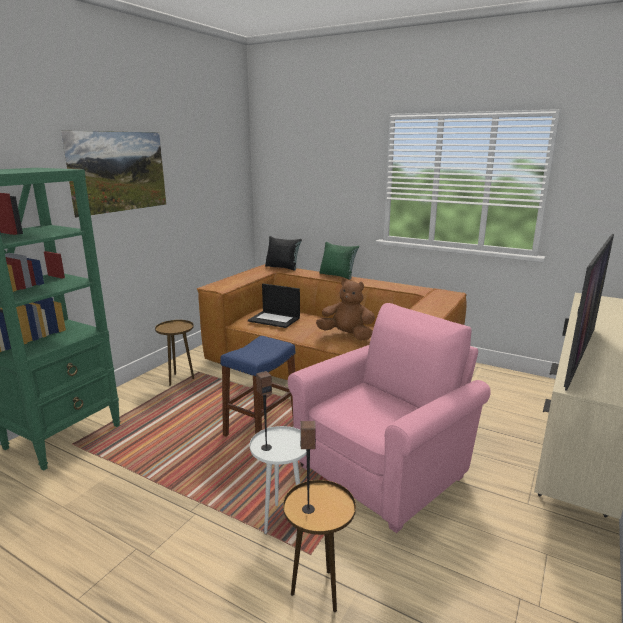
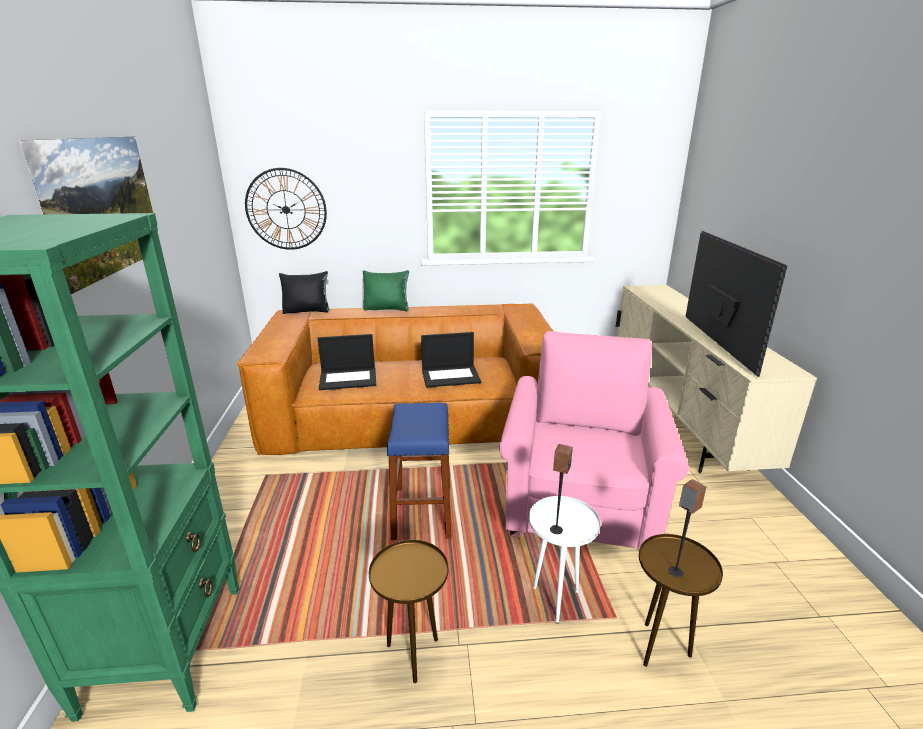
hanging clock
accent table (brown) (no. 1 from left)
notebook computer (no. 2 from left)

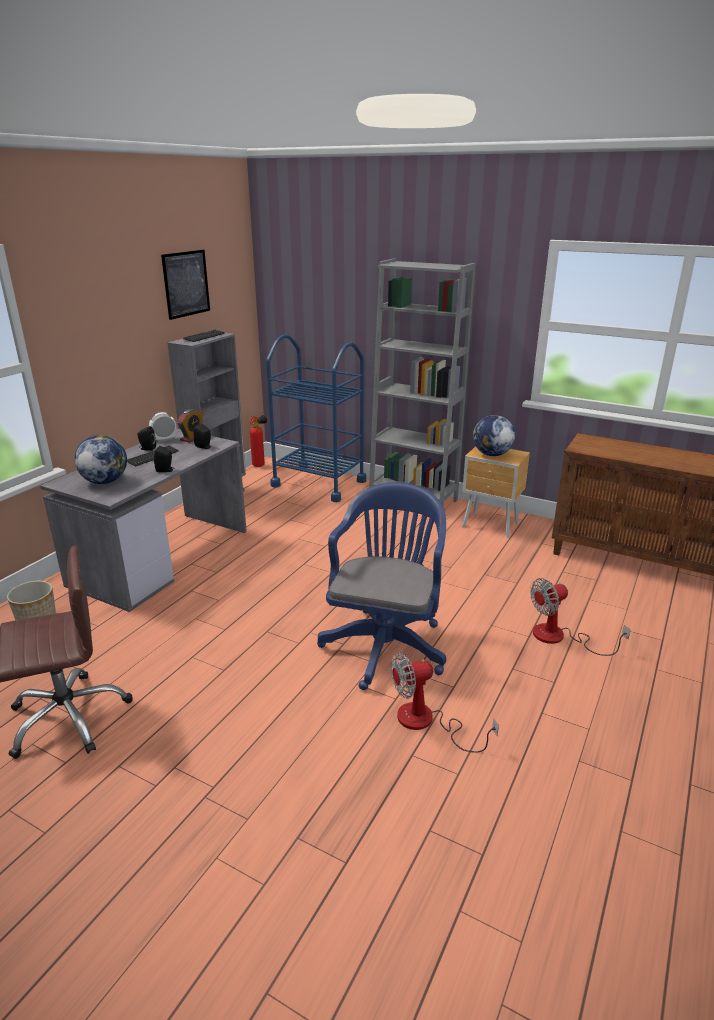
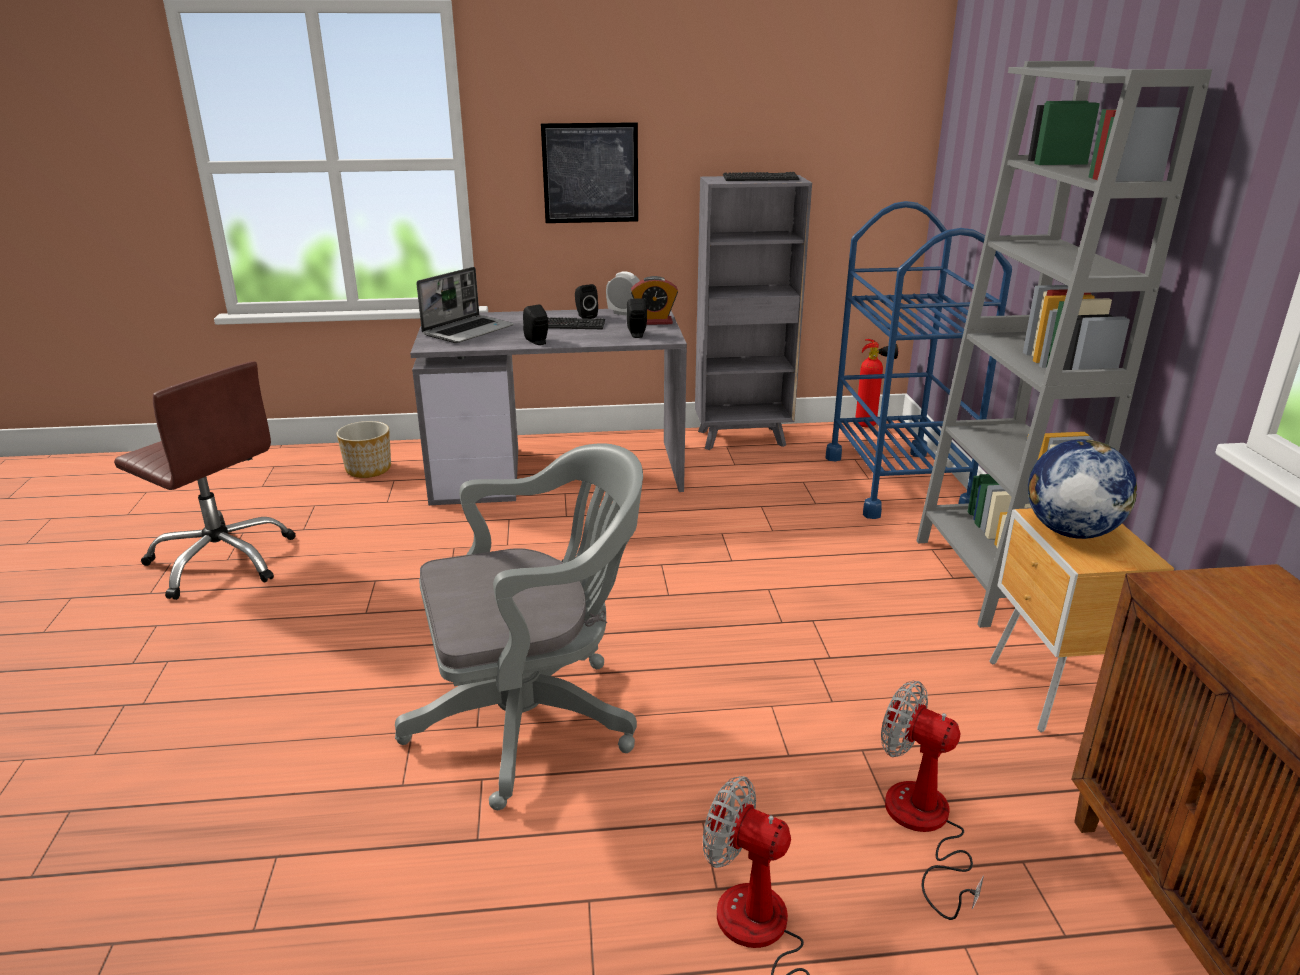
computer chair (gray)
notebook computer
wall art
electric fan (no. 2 from left)

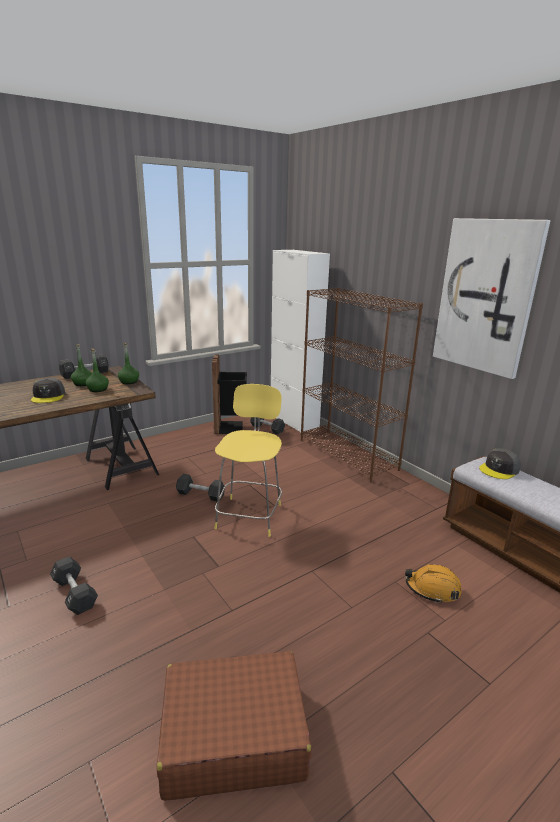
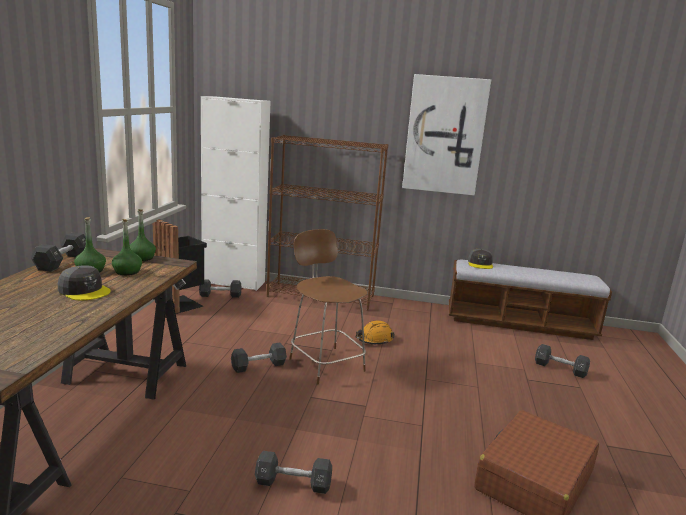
sitting stool (brown)
work helmet (orange)
hand weight (black) (no. 5 from left)

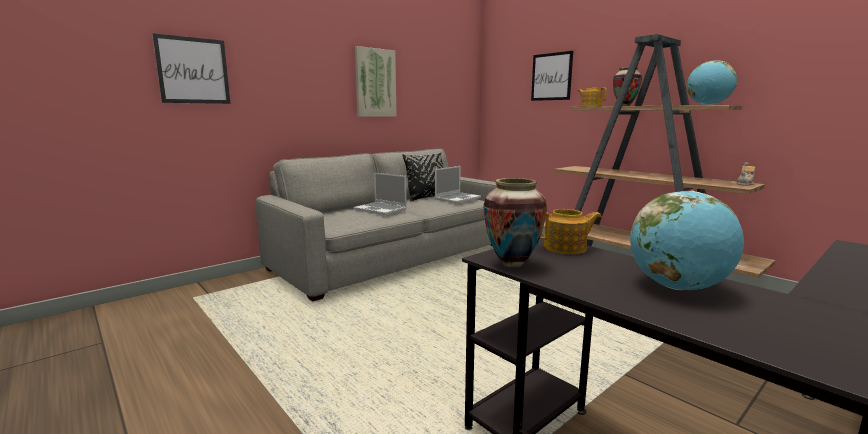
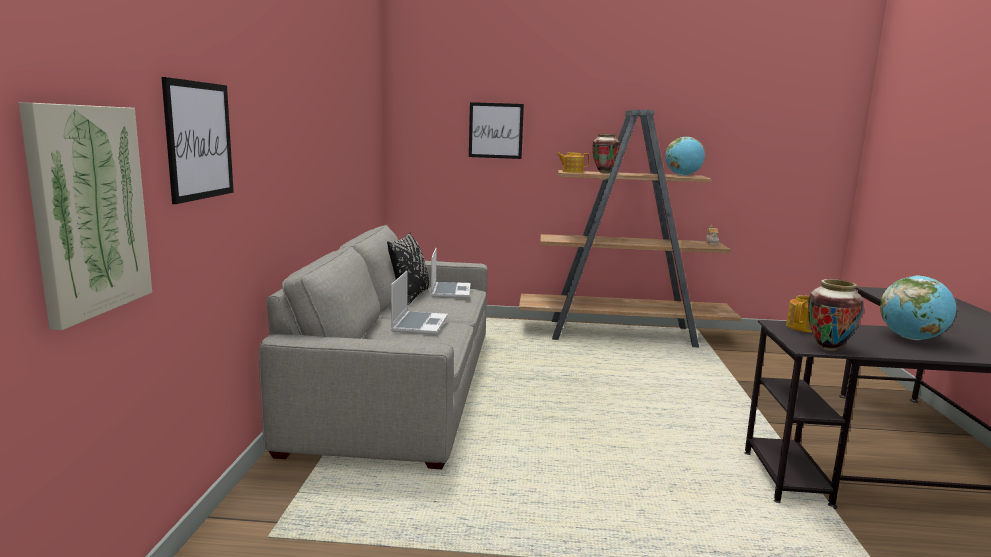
wall art (no. 1 from left)
notebook computer (no. 1 from left)

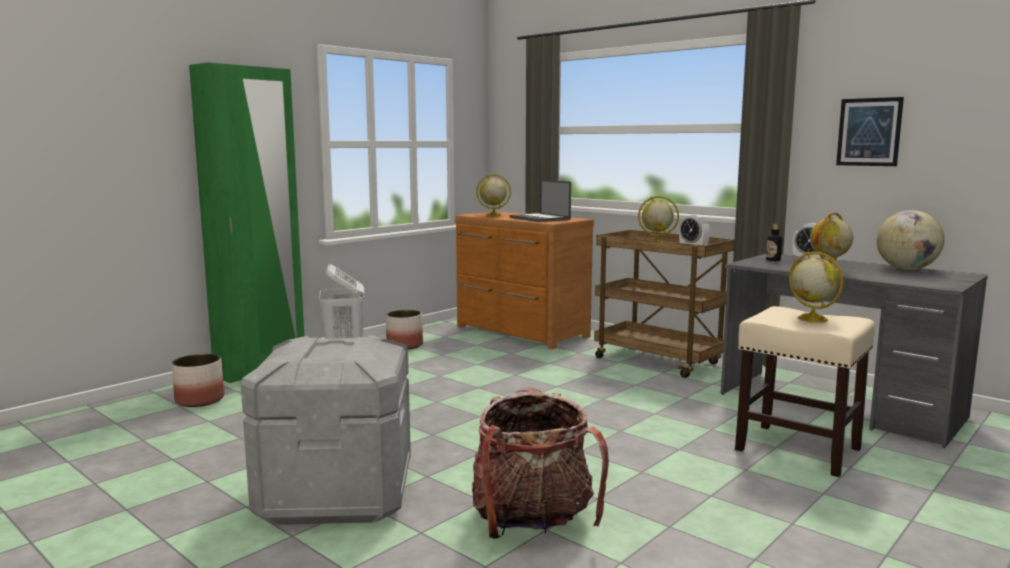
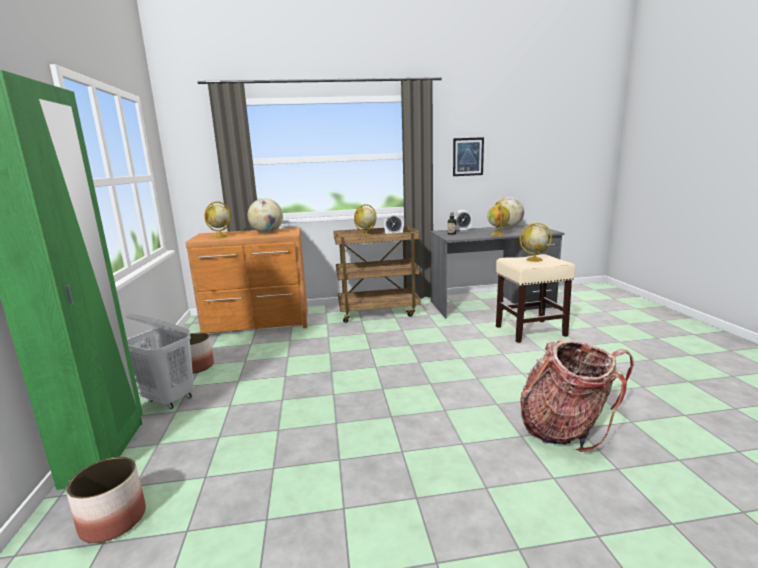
globe (no. 2 from left)
storage box (gray)

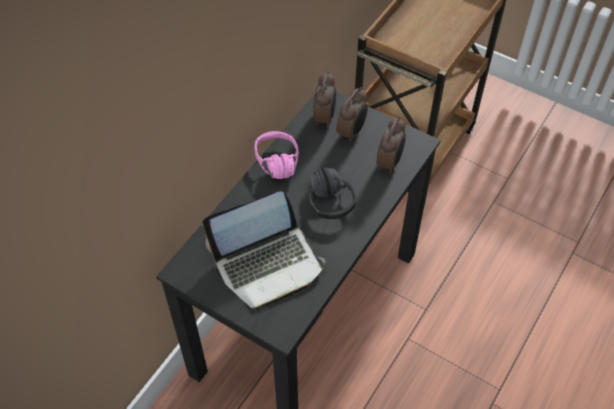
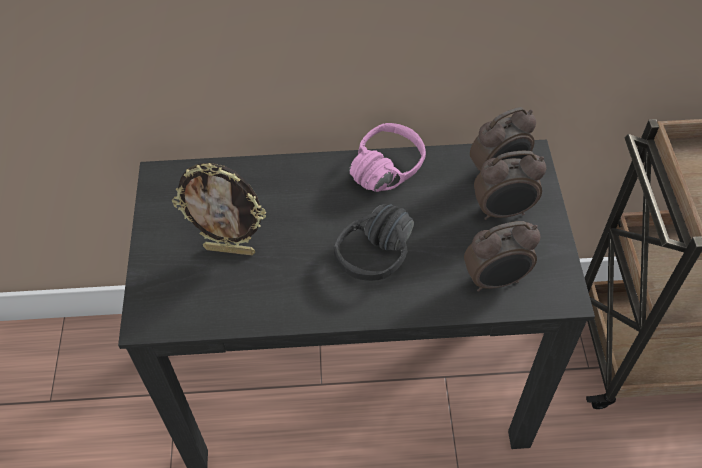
picture frame

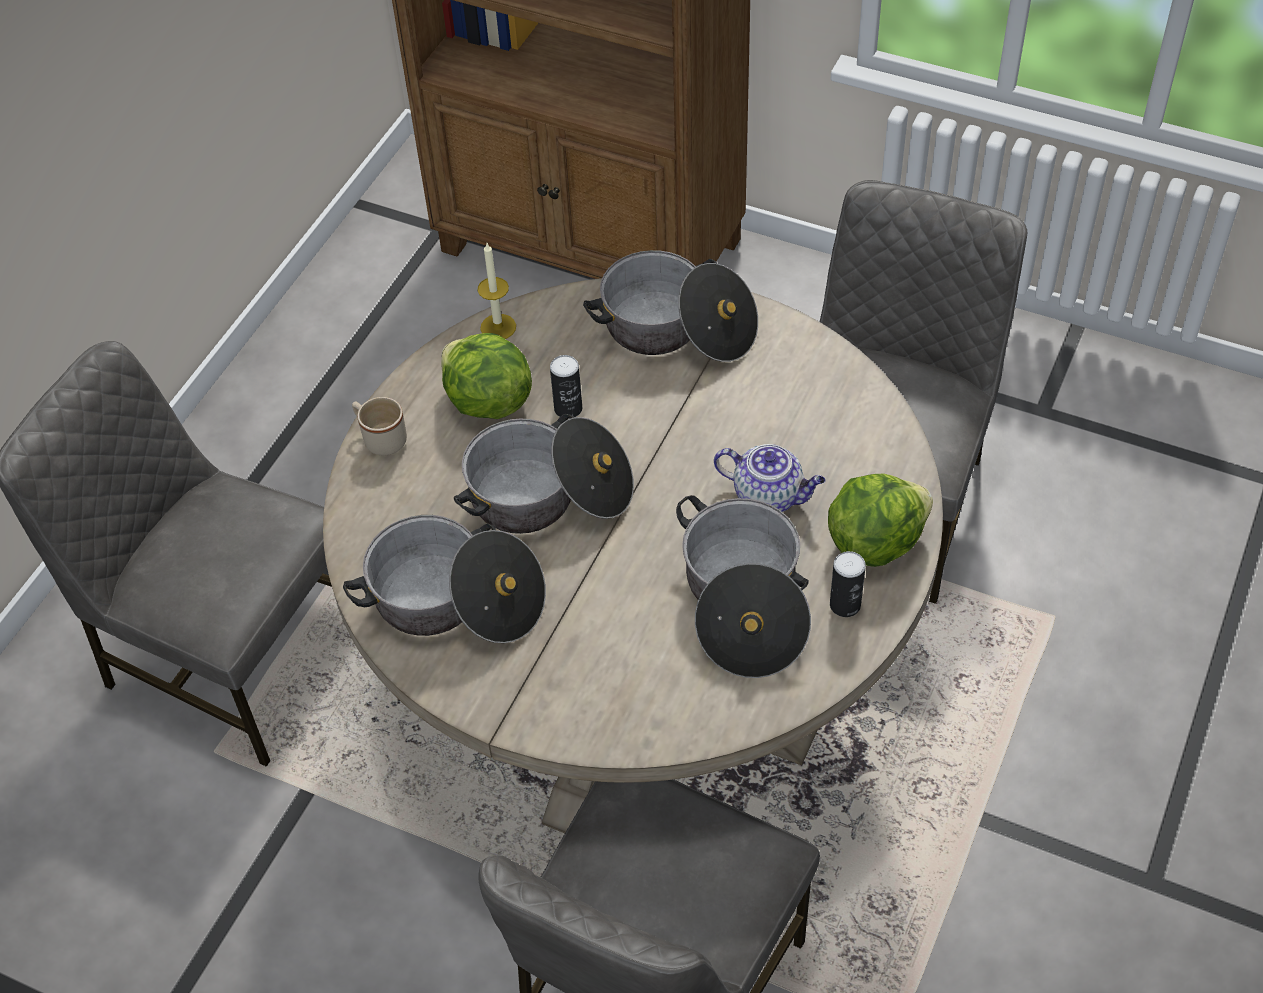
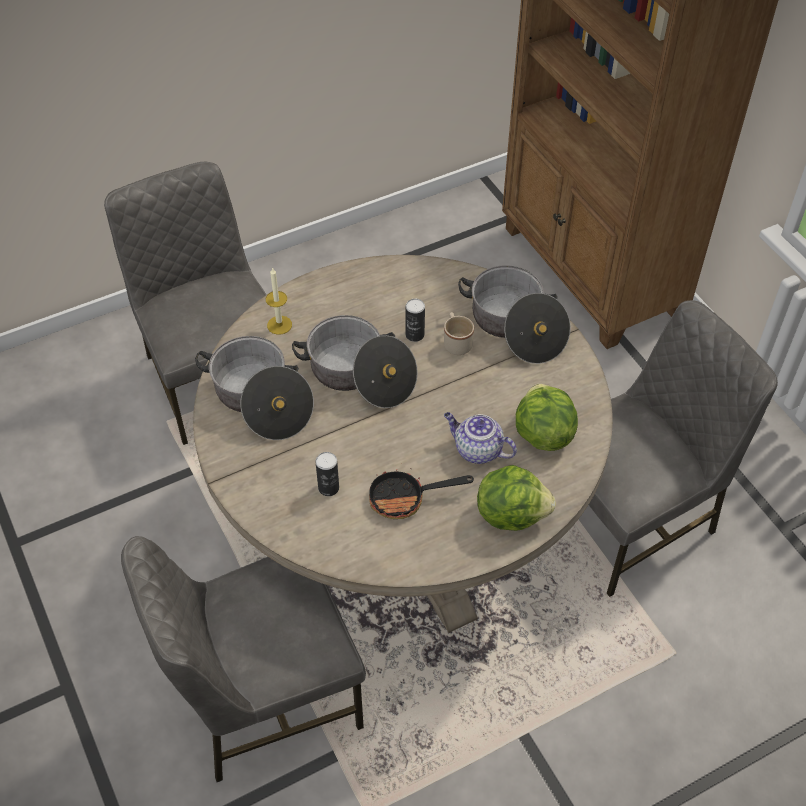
candle
metal can (no. 1 from left)
frying pan
tea mug (sand-coloured)
pot for tea
head of lettuce (no. 2 from left)

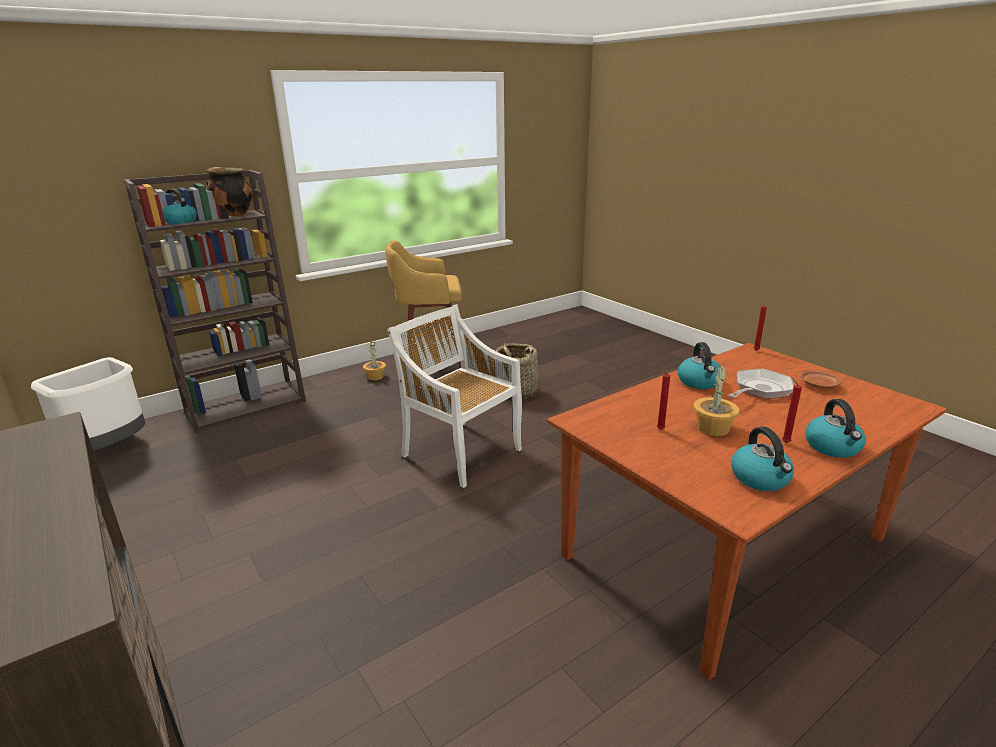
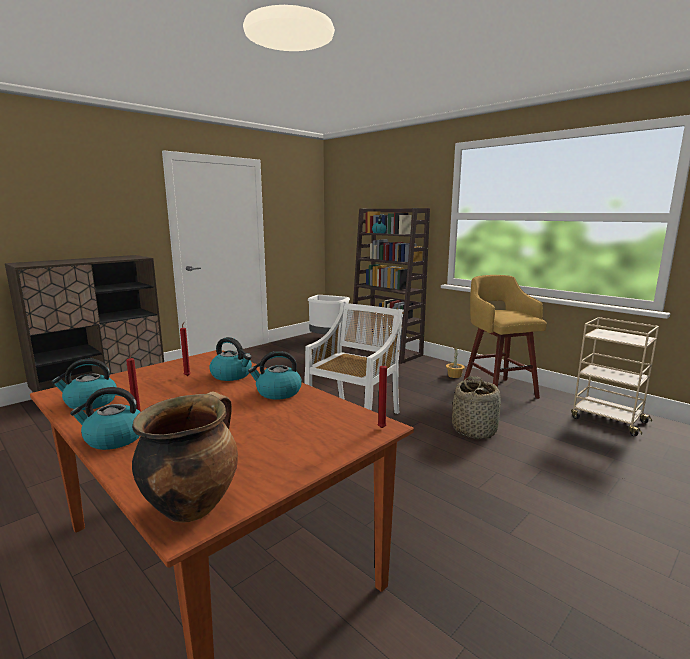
saucepot
kettle (no. 3 from left)
wheeled cart (sand-coloured)
plant in a pot (no. 2 from left in the first image)
frying pan
plate (brown)

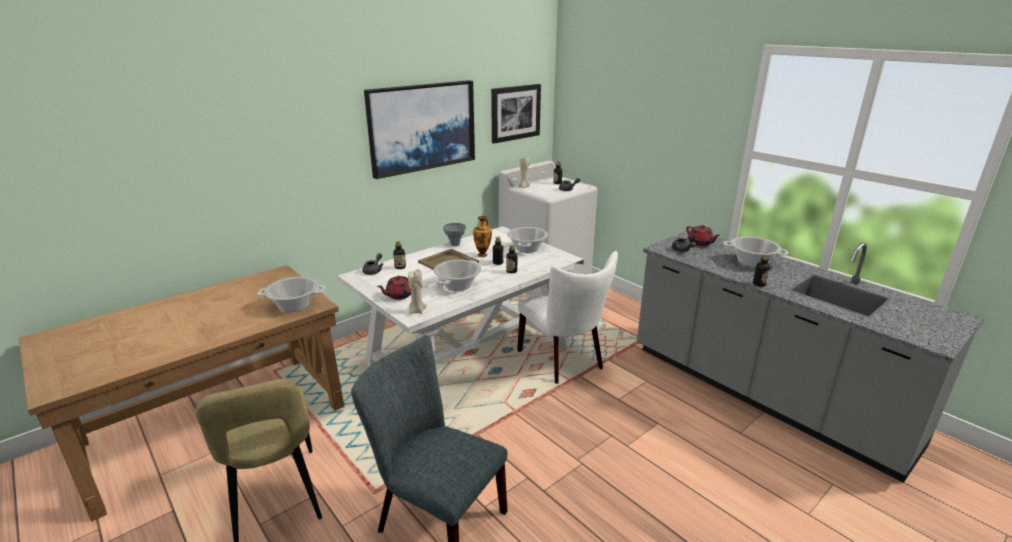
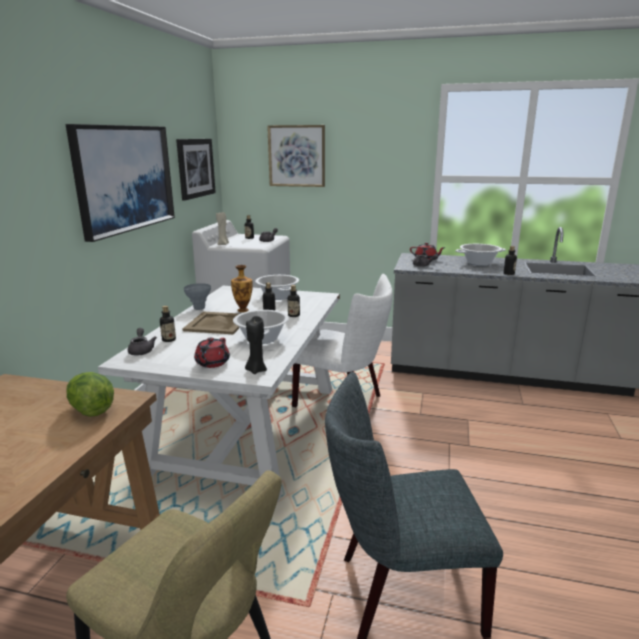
head of lettuce
candle (black)
wall art (no. 3 from left)

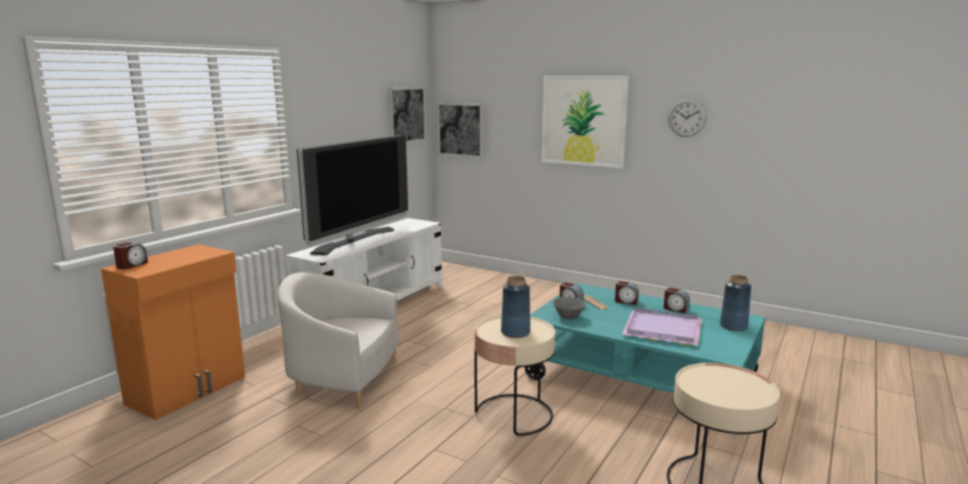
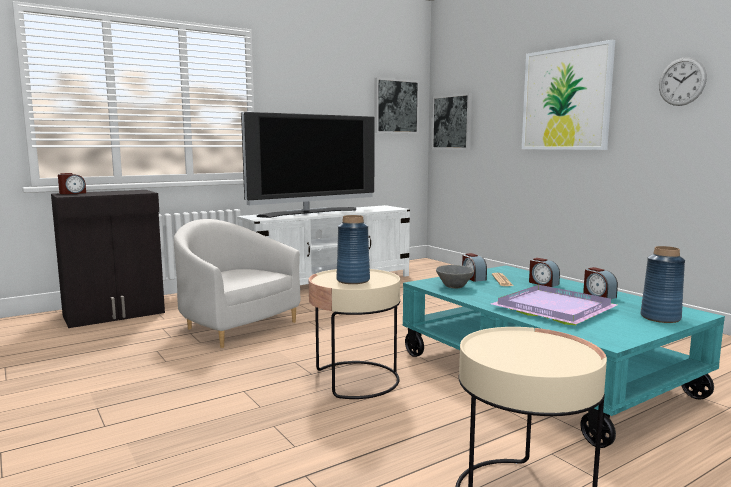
cupboard (black)

